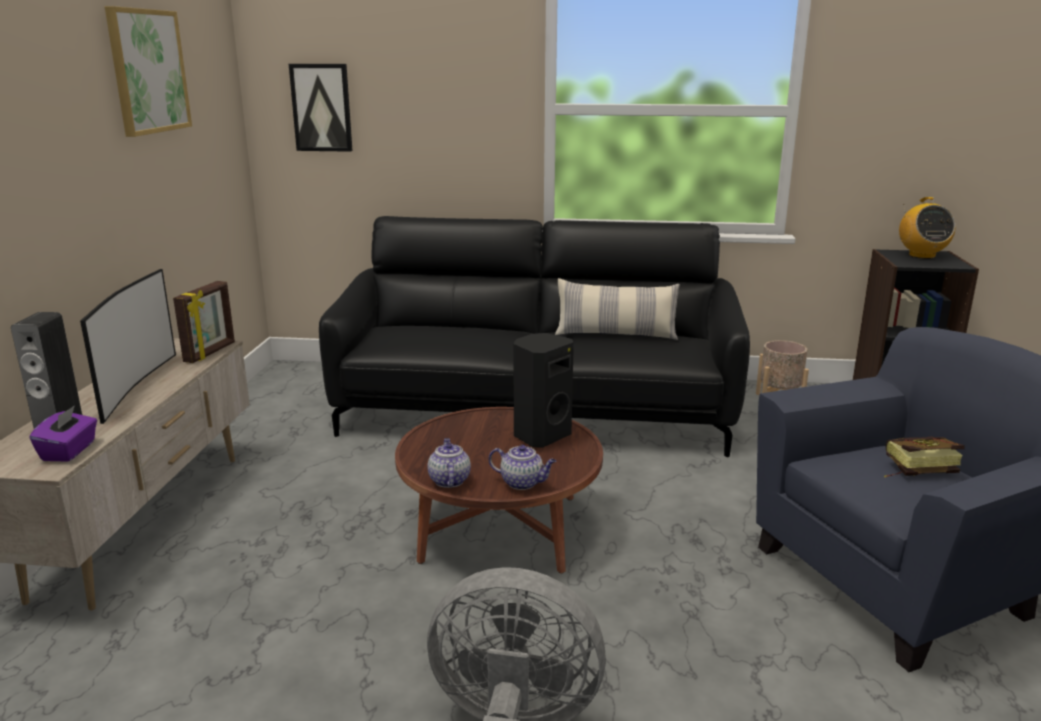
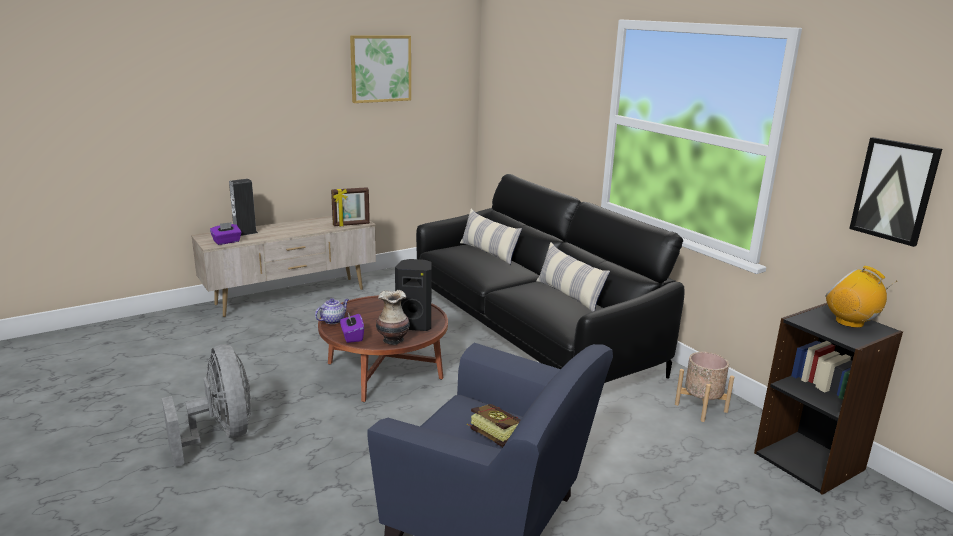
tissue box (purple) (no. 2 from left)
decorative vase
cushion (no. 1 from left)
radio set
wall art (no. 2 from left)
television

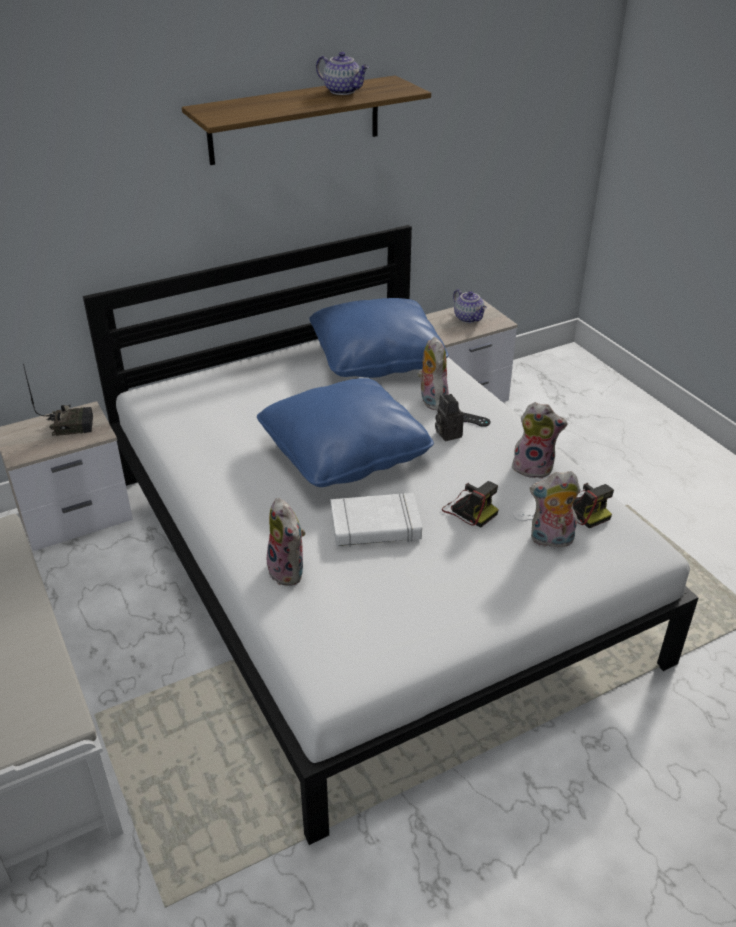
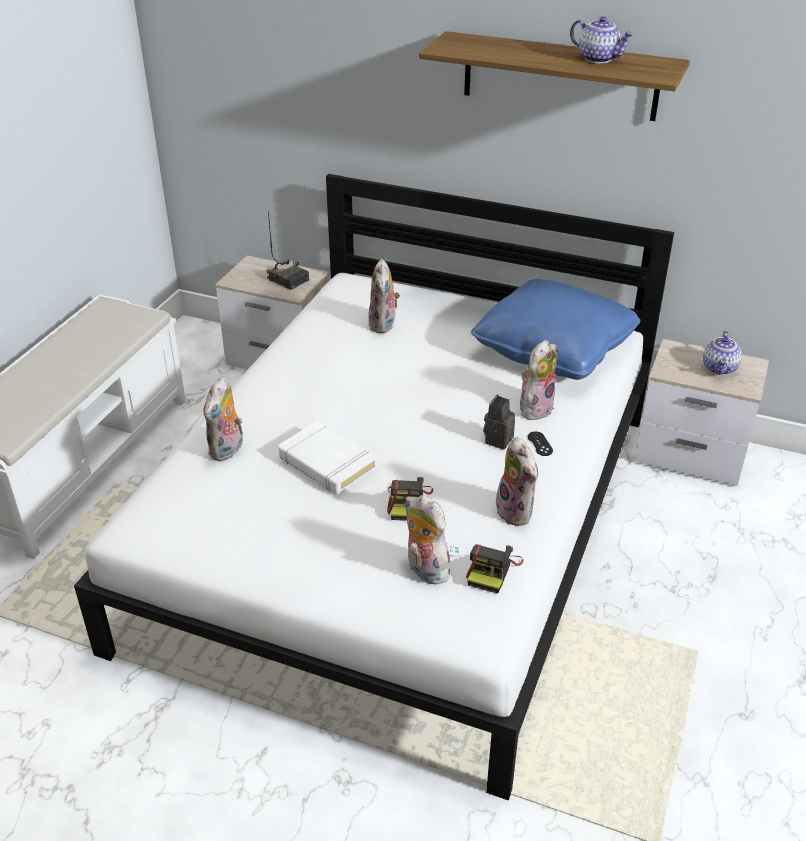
cuddly toy (no. 2 from left)
pot for tea (no. 1 from left)
cushion (blue) (no. 1 from left in the first image)

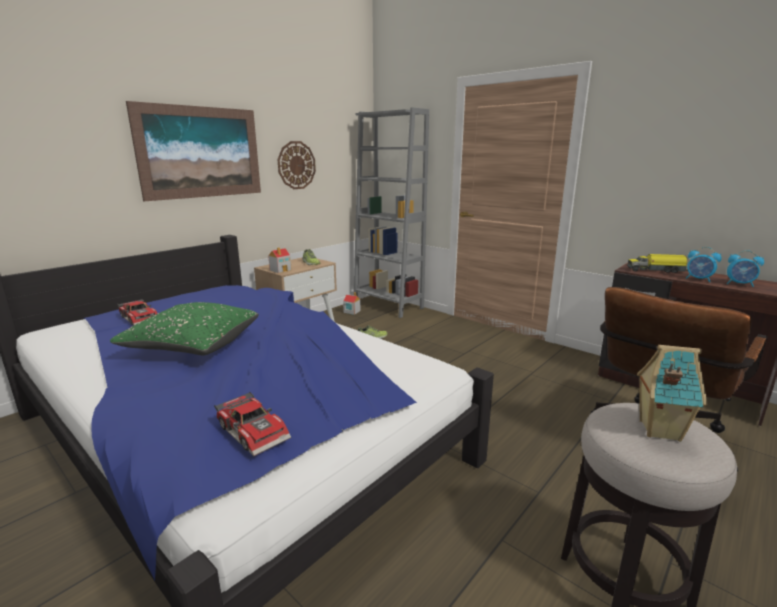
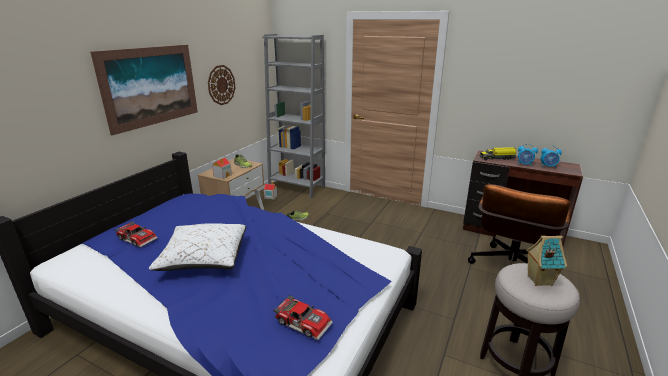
cushion (white)

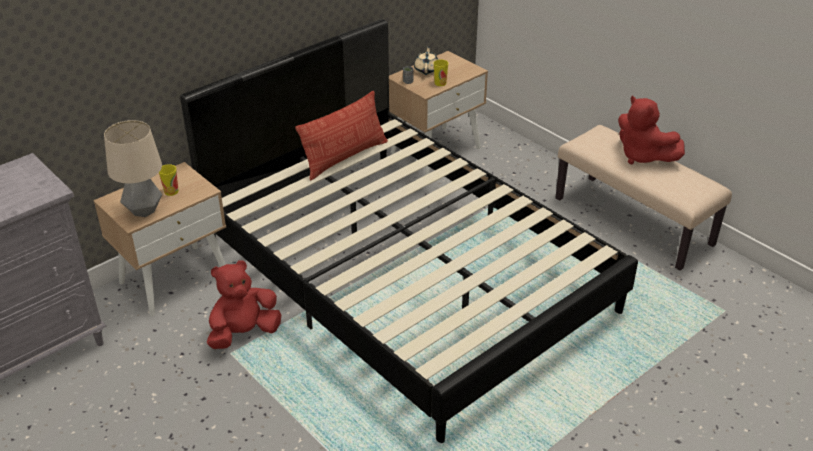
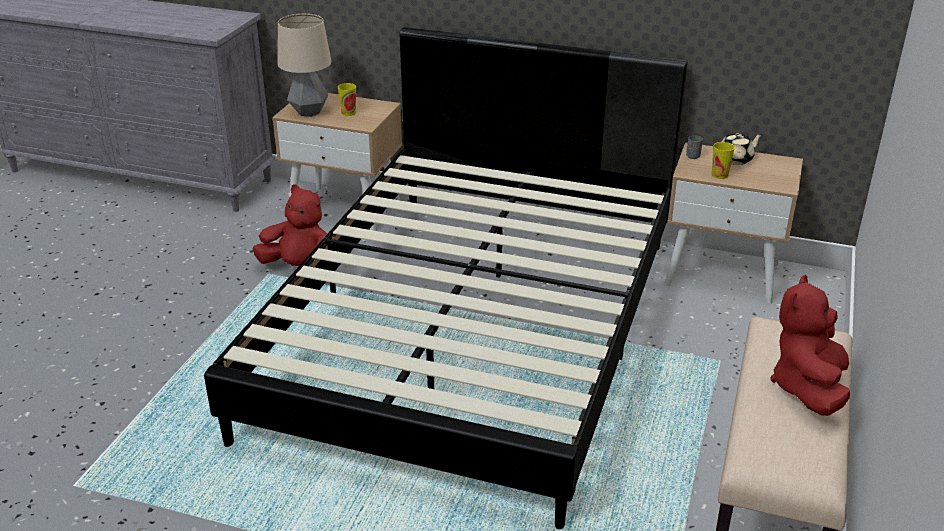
cushion

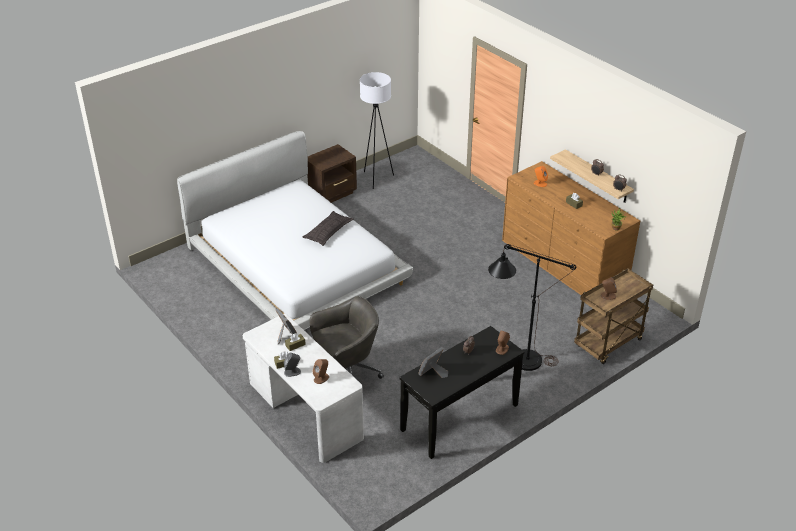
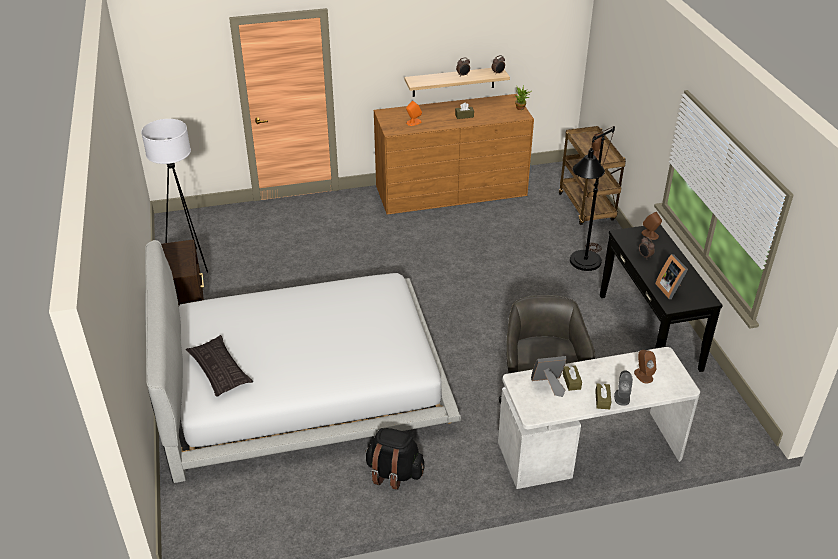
cushion
rucksack (black)

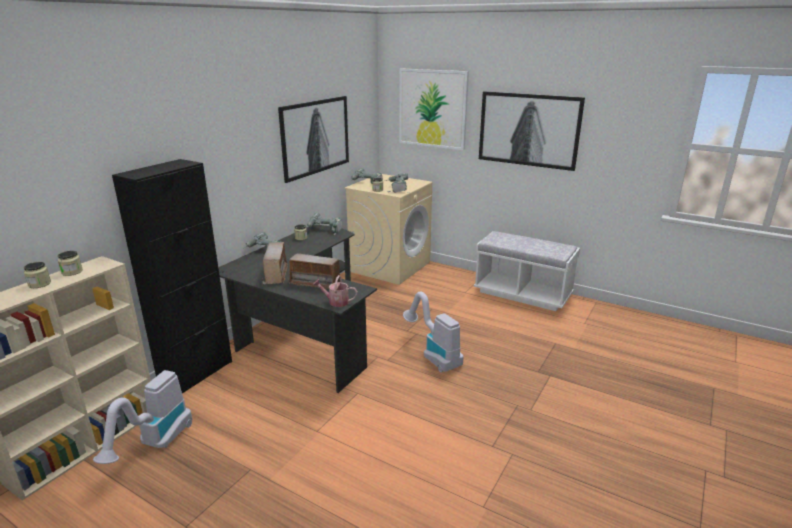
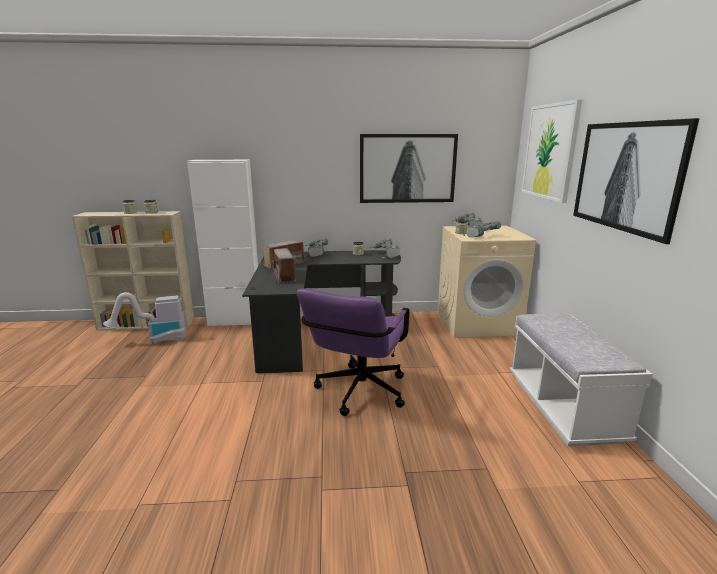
cupboard (white)
computer chair (purple)
watering can

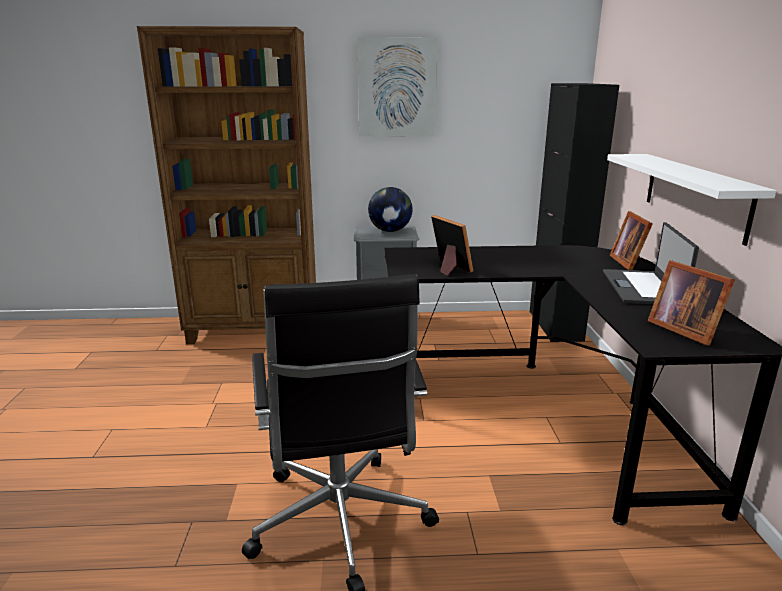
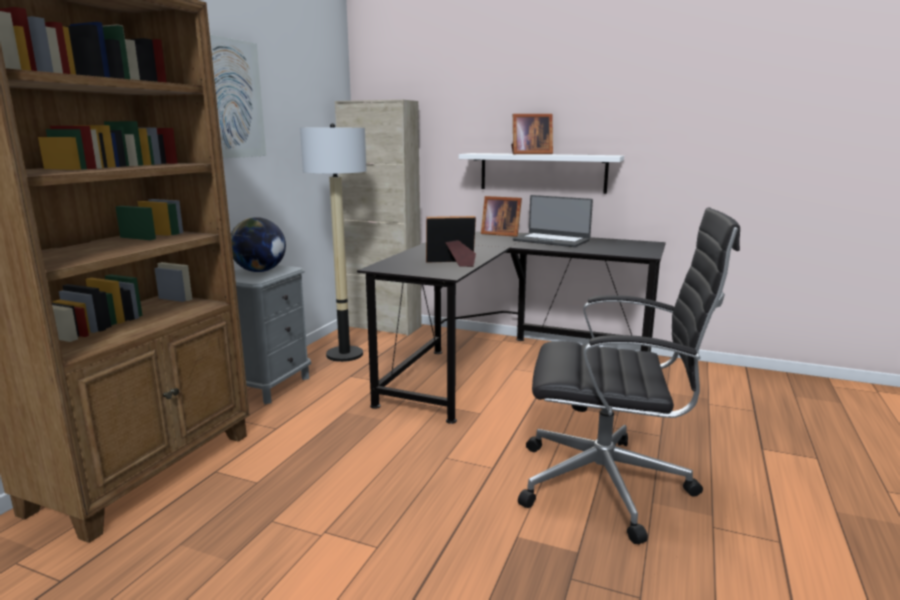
floor lamp
cupboard (sand-coloured)
picture frame (no. 3 from left)

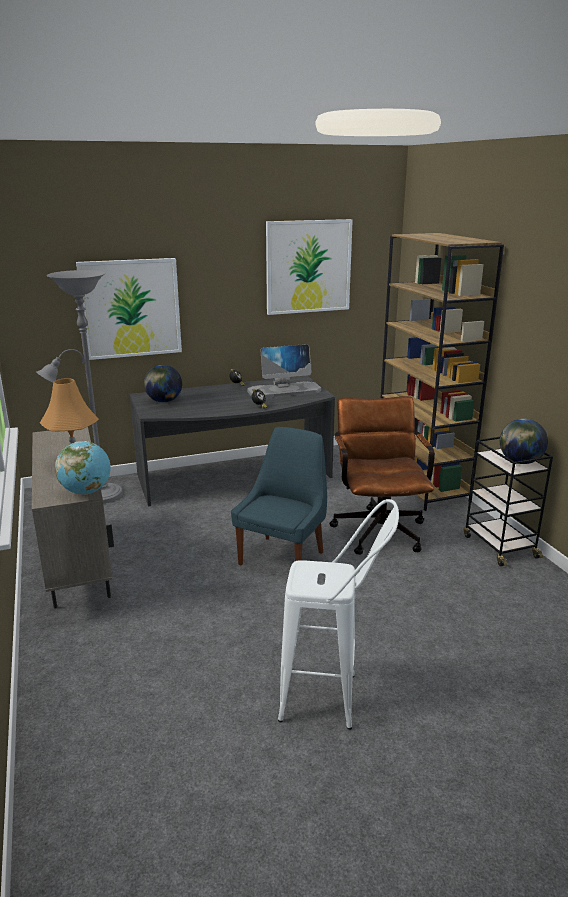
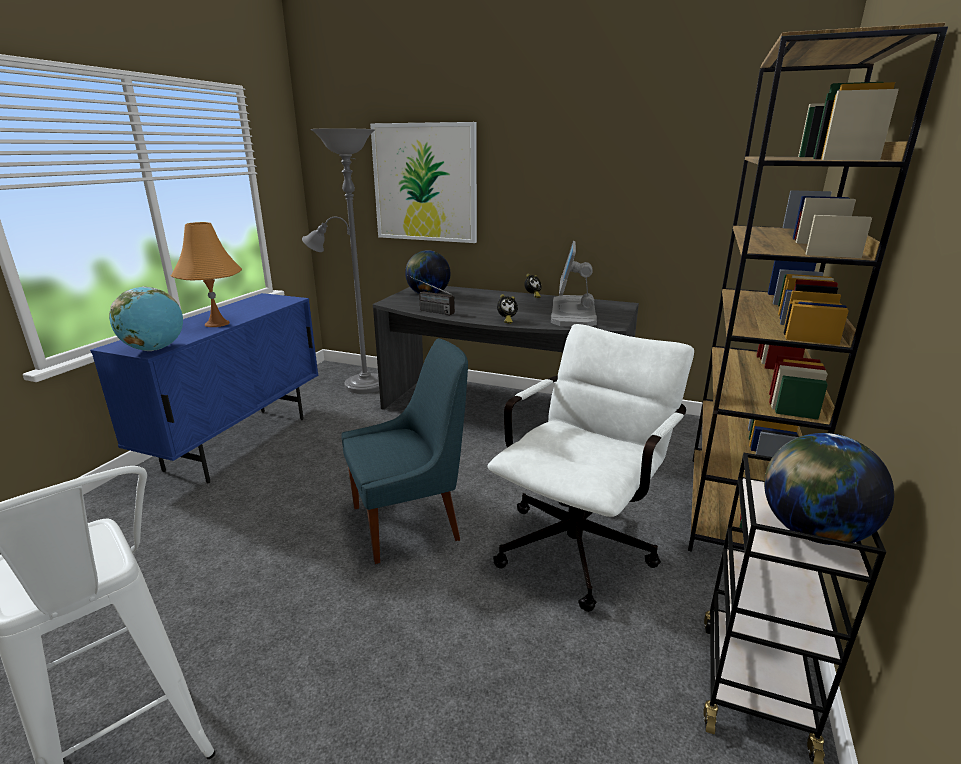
cupboard (blue)
radio set
computer chair (white)
monitor
wall art (no. 2 from left in the first image)

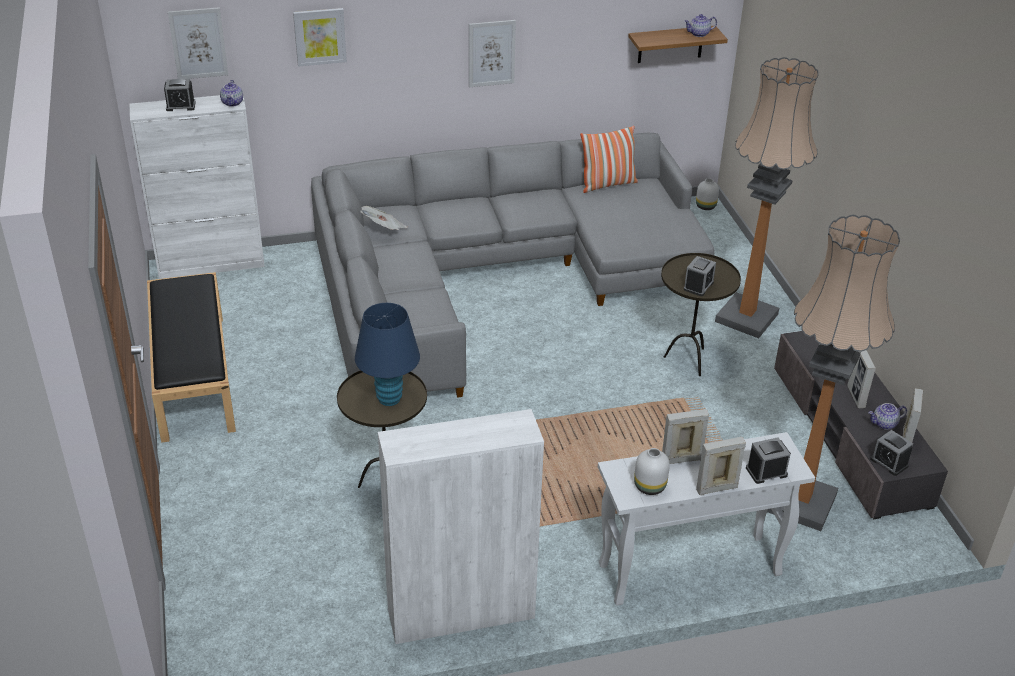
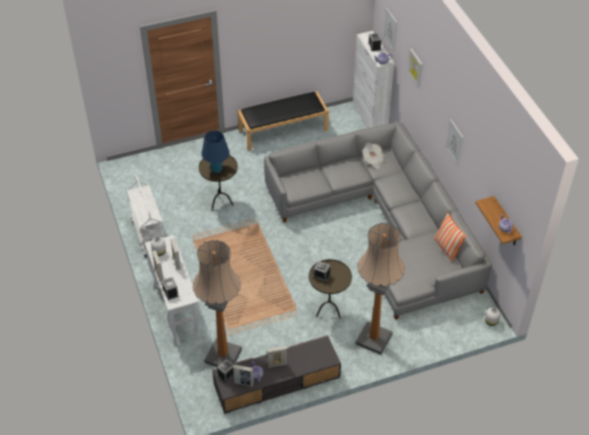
wheeled cart (white)

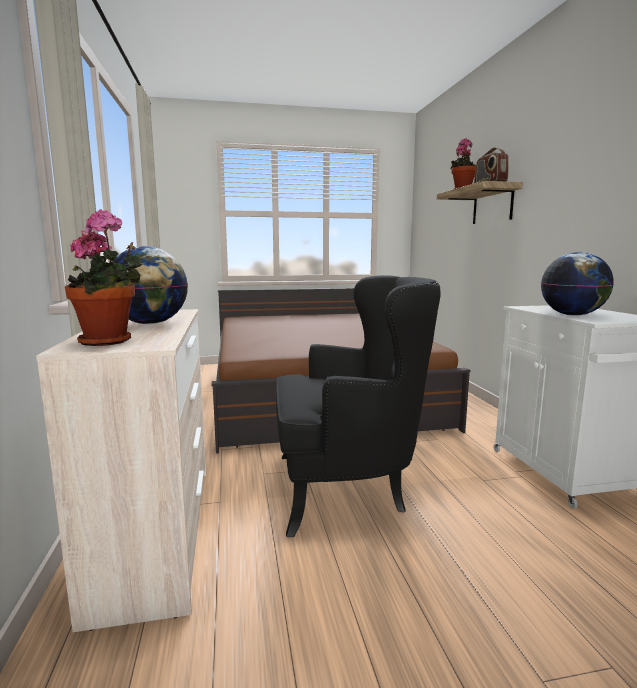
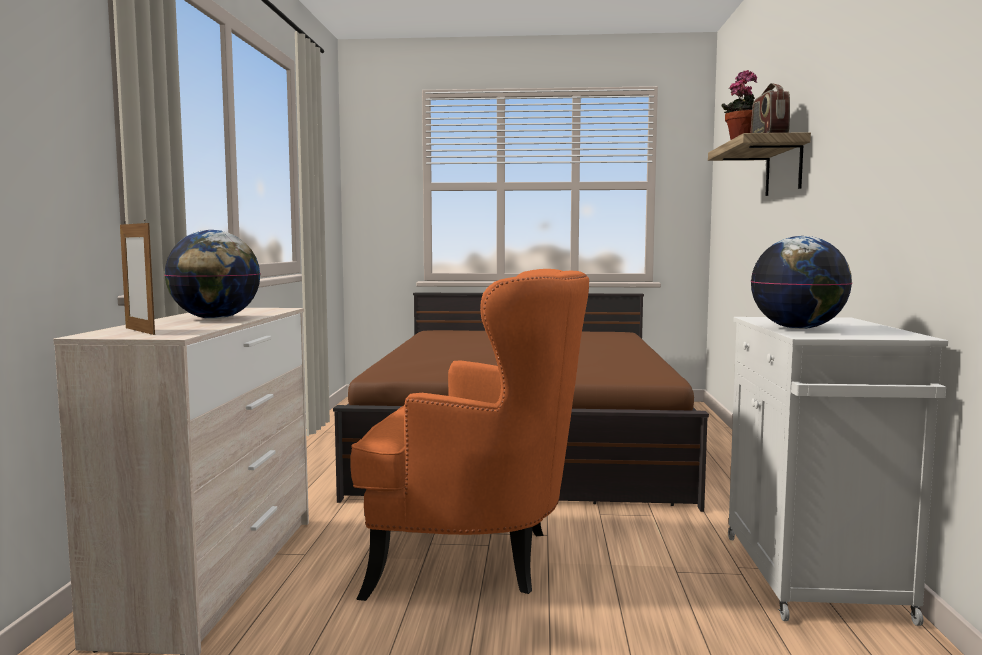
picture frame
lounge chair (orange)

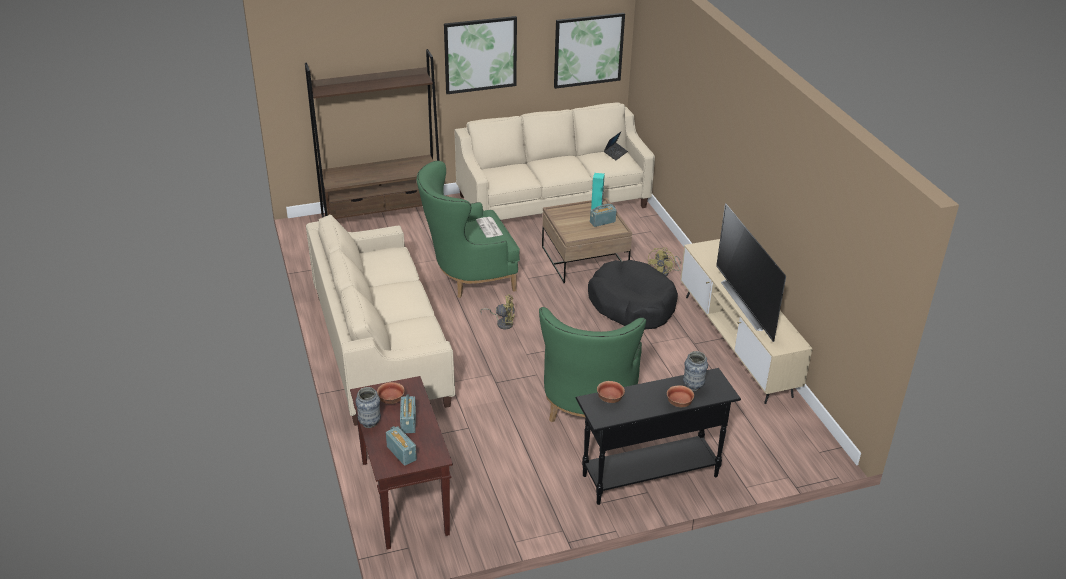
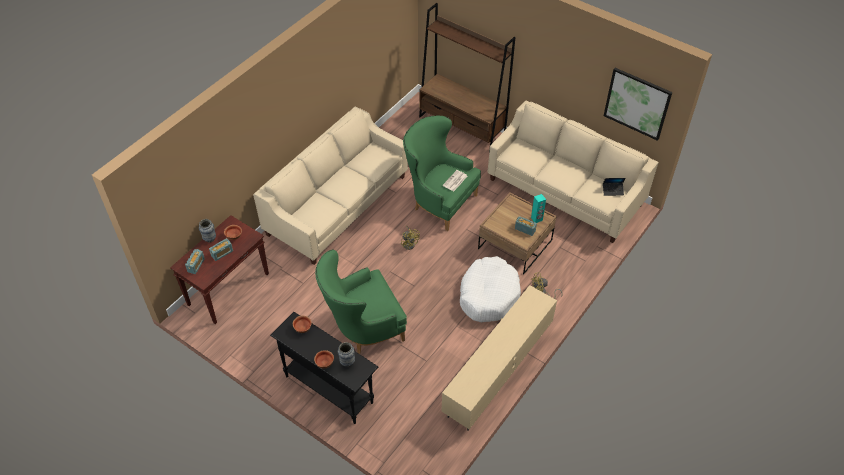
dog cushion (white)
wall art (no. 1 from left in the first image)
television

